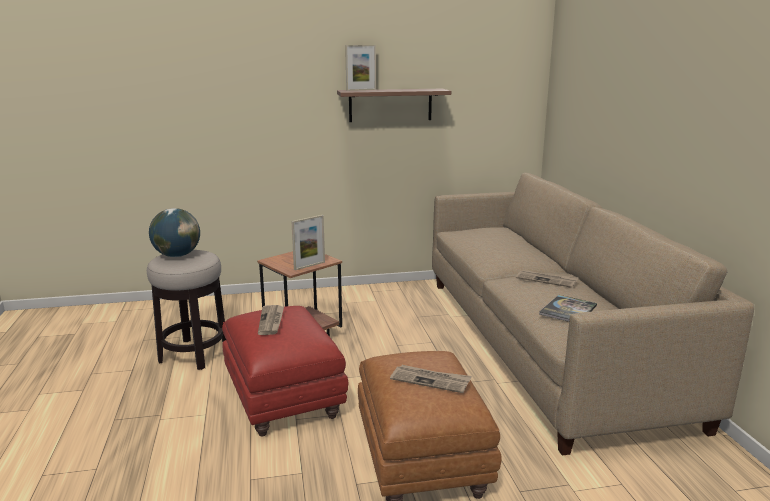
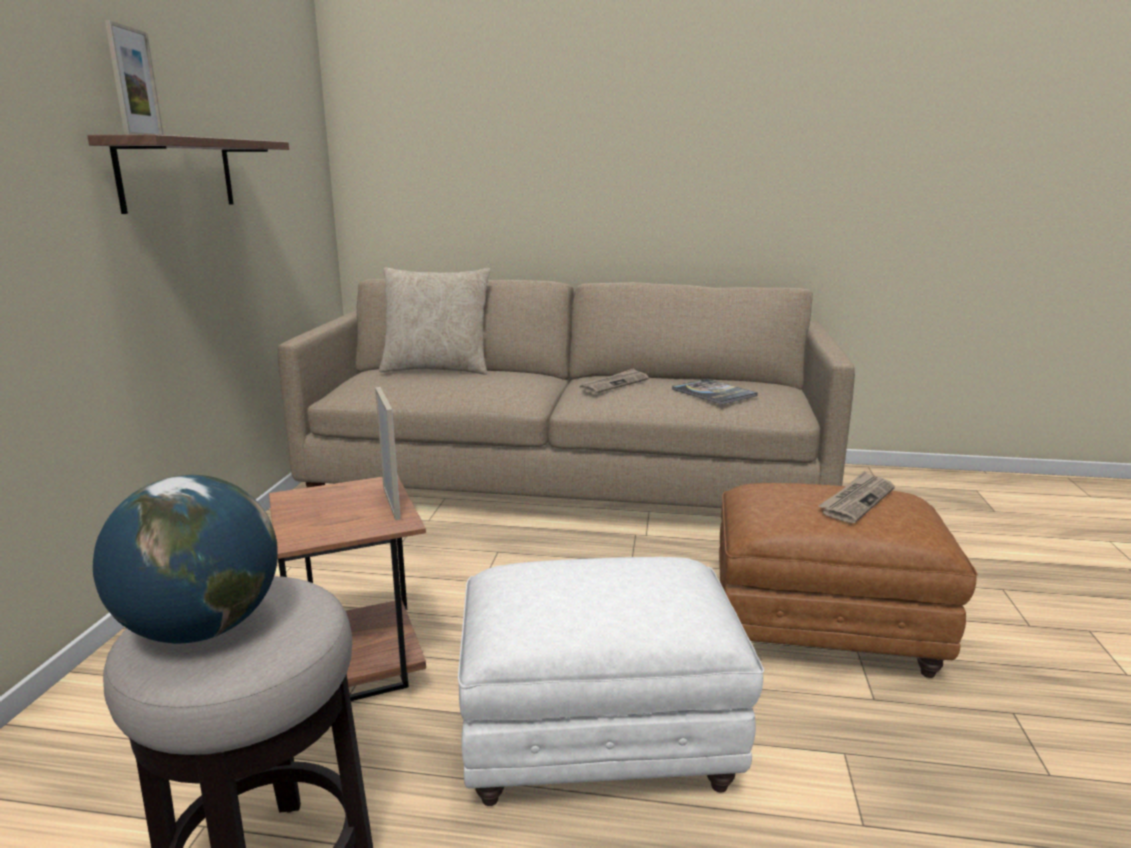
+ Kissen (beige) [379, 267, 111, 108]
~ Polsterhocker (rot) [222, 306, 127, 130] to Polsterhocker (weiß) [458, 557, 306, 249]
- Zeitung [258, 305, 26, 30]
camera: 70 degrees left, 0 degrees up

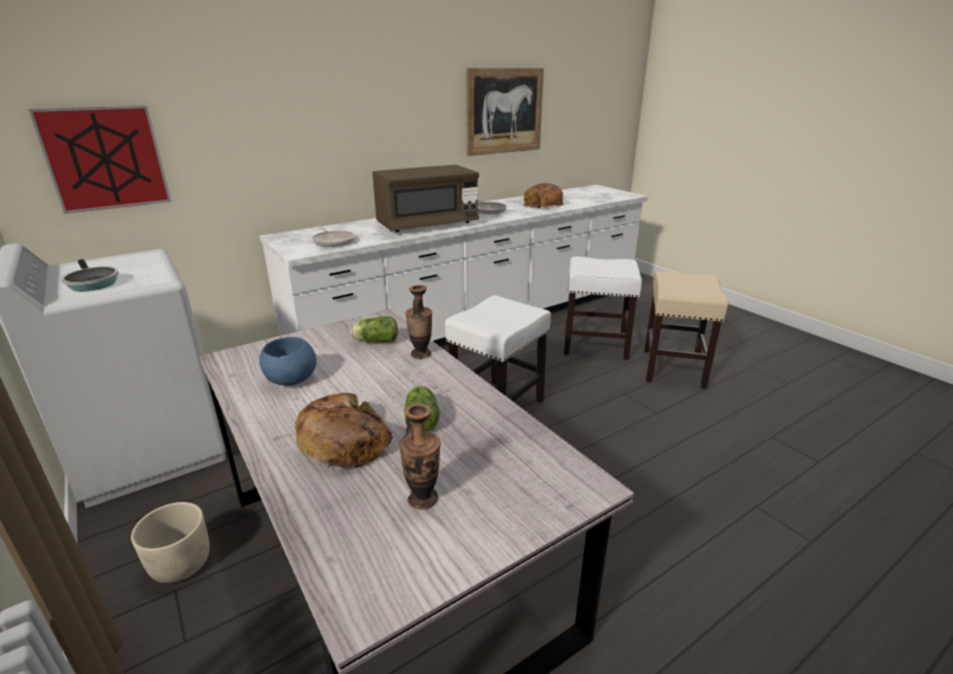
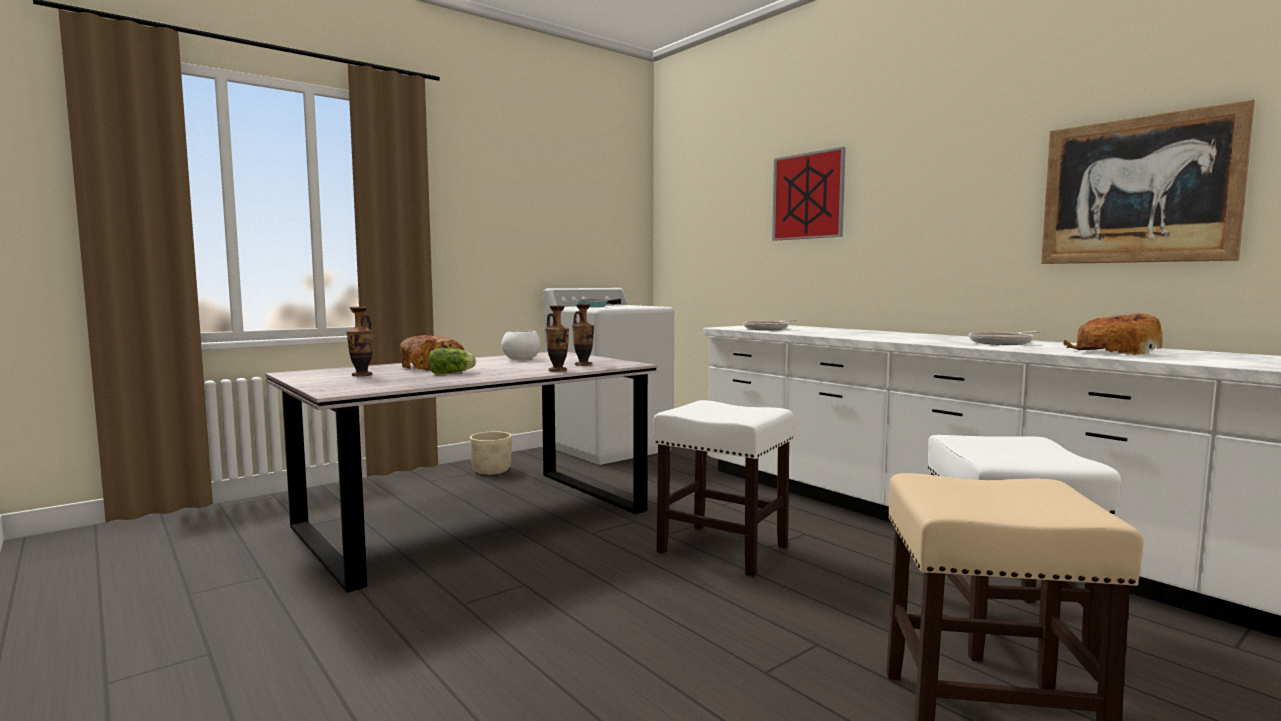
~ Schüssel (blau) [259, 337, 57, 49] to Schüssel (weiß) [501, 331, 40, 29]
~ Salatkopf [350, 317, 48, 26] to Vase [572, 304, 22, 62]
~ Bild [28, 105, 143, 109] to [772, 147, 74, 94]
- Mikrowelle (braun) [372, 165, 107, 67]
camera: 85 degrees right, 20 degrees down

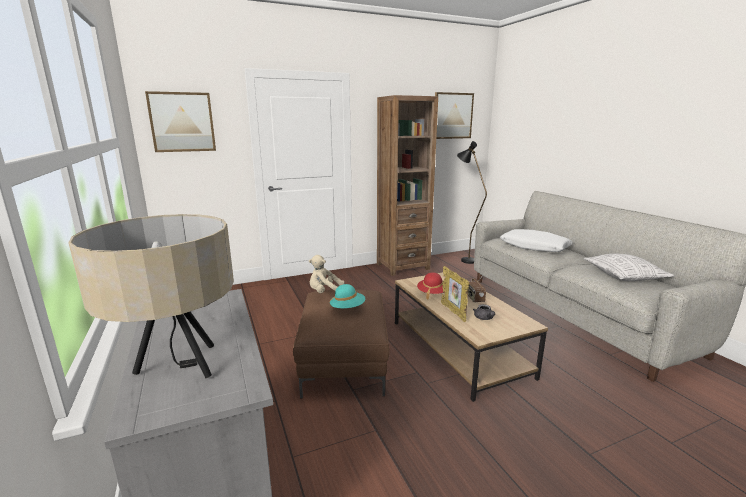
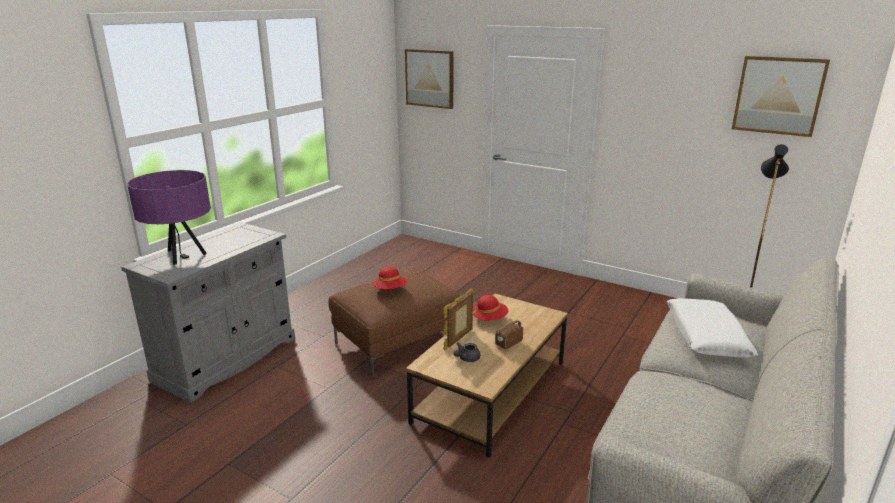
~ Tischlampe (beige) [68, 214, 166, 164] to Tischlampe (lila) [127, 170, 84, 95]
~ Hut (türkis) [330, 284, 35, 24] to Hut (rot) [373, 267, 35, 22]
- Plüschtier (beige) [309, 255, 36, 38]
- Bücherregal (braun) [377, 95, 61, 181]
- Kissen [583, 254, 92, 27]
camera: 55 degrees right, 5 degrees up

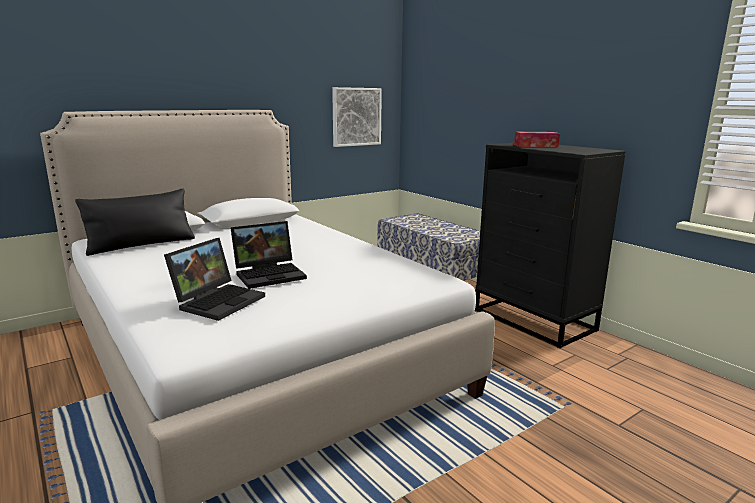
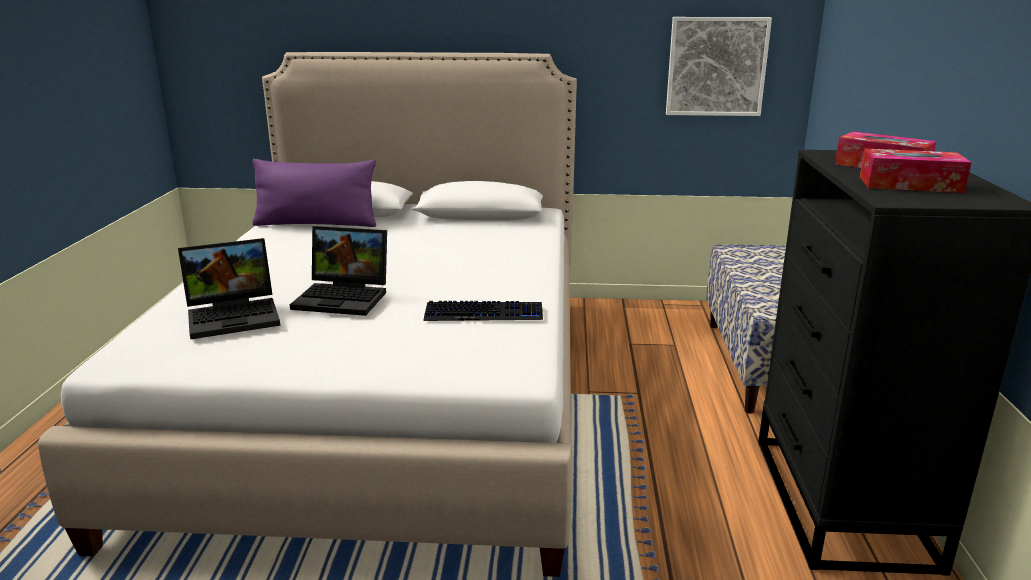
~ Kissen (schwarz) [75, 188, 120, 68] to Kissen (lila) [252, 159, 124, 68]
+ Tastatur [424, 301, 119, 20]
+ Taschentuchbox [860, 148, 112, 45]
camera: 40 degrees right, 5 degrees up

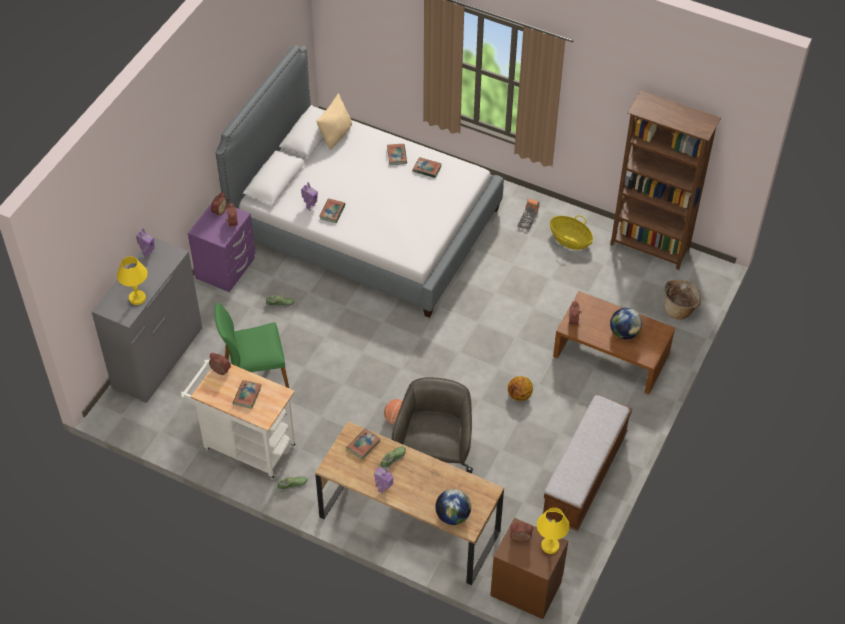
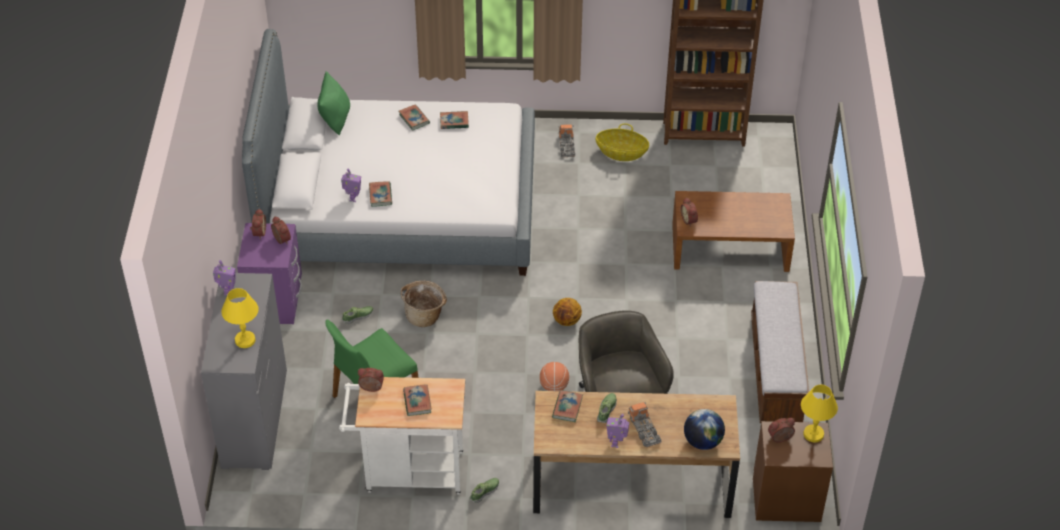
~ Kissen (beige) [316, 93, 36, 57] to Kissen (grün) [318, 71, 32, 64]
~ Korb [664, 280, 37, 40] to [401, 281, 46, 46]
~ Basketball [508, 376, 25, 25] to [553, 298, 29, 28]
+ Spielzeuglaster [628, 402, 34, 45]
- Globus [610, 308, 32, 32]
camera: 25 degrees left, 5 degrees down

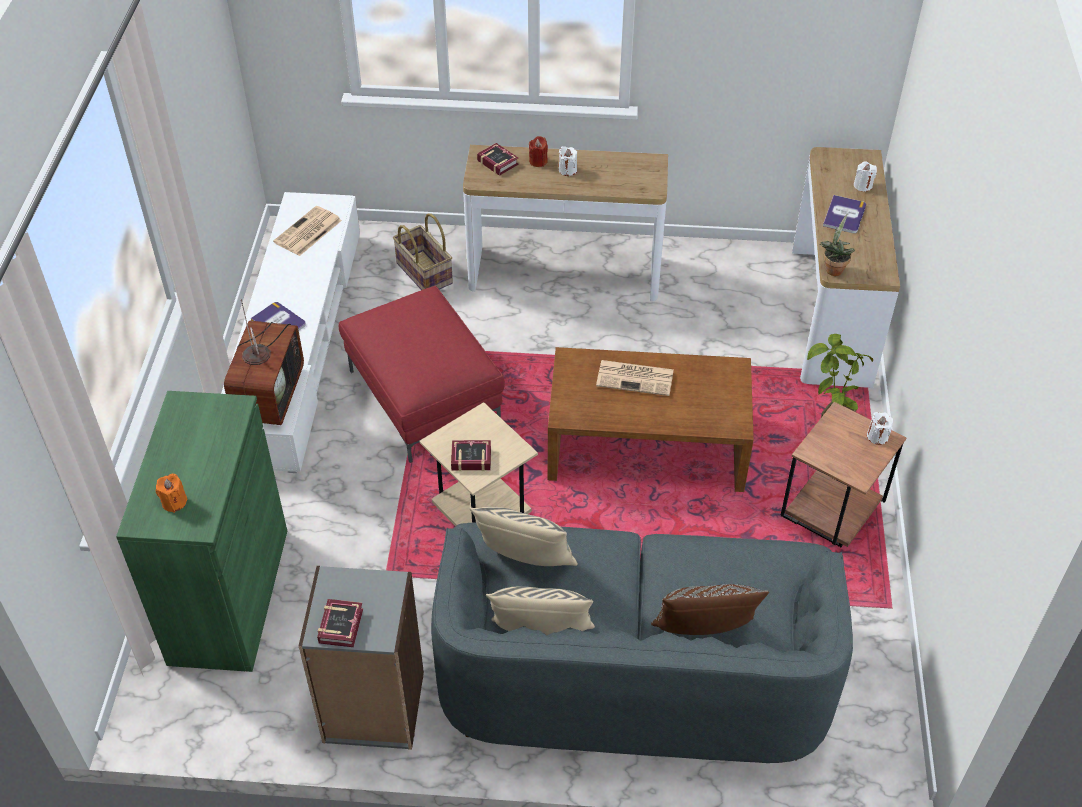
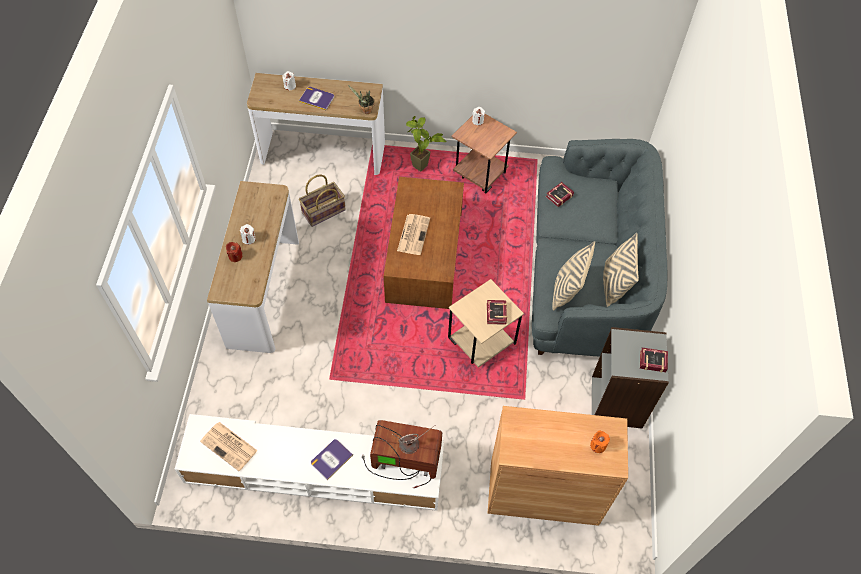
~ Korb [393, 213, 60, 77] to [299, 175, 47, 52]
~ Schrank (grün) [116, 391, 171, 281] to Schrank (braun) [488, 406, 140, 120]
~ Buch [477, 143, 41, 33] to [546, 182, 28, 25]
- Polsterhocker (rot) [339, 286, 166, 177]
- Kissen (braun) [651, 584, 118, 51]
camera: 90 degrees left, 10 degrees up

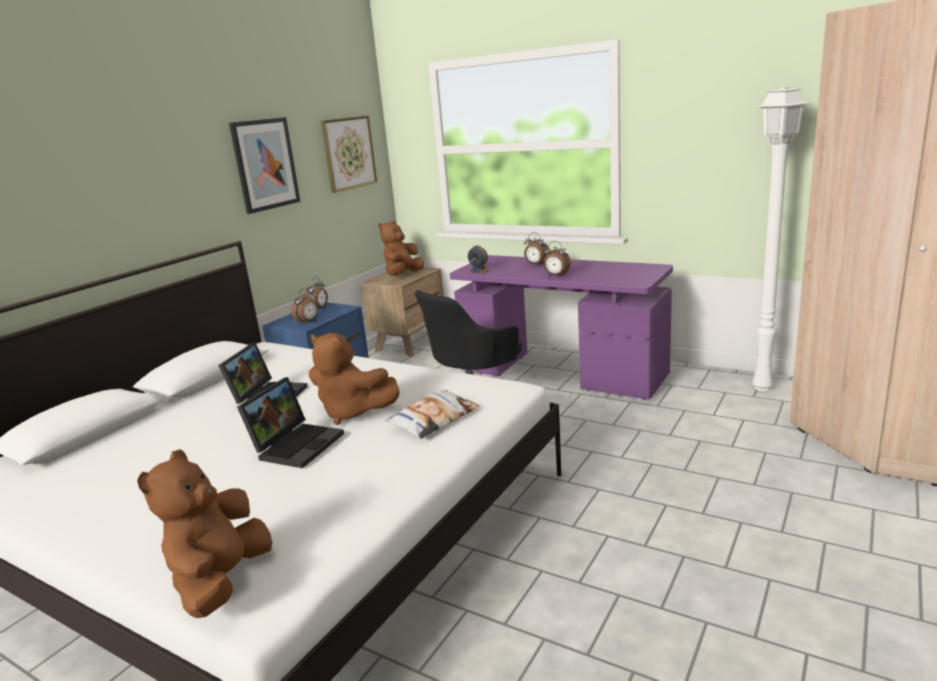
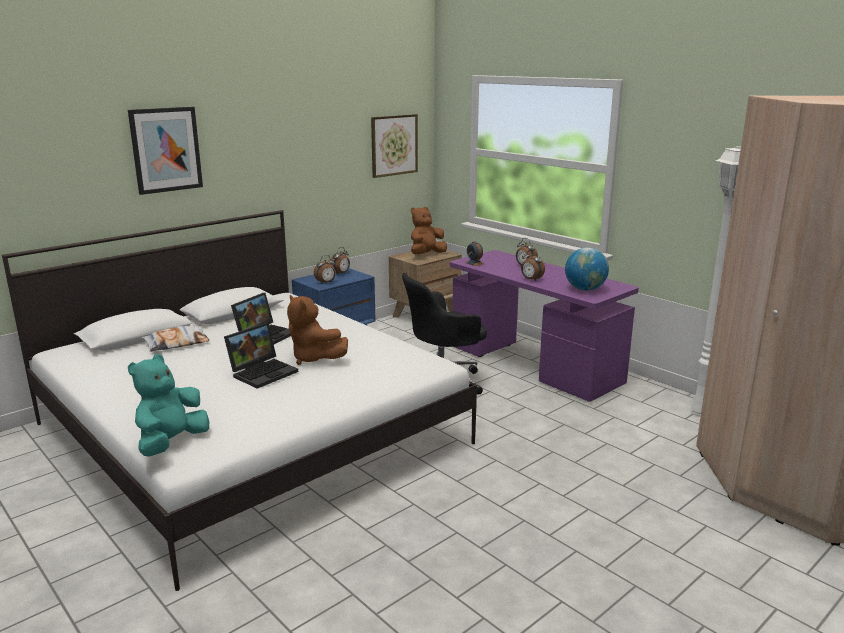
~ Bild [229, 117, 71, 97] to [128, 107, 75, 88]
~ Plüschtier (braun) [137, 449, 135, 169] to Plüschtier (türkis) [128, 354, 81, 103]
~ Kissen [386, 390, 93, 49] to [142, 326, 68, 26]
+ Globus [565, 248, 44, 43]
camera: 15 degrees right, 0 degrees up

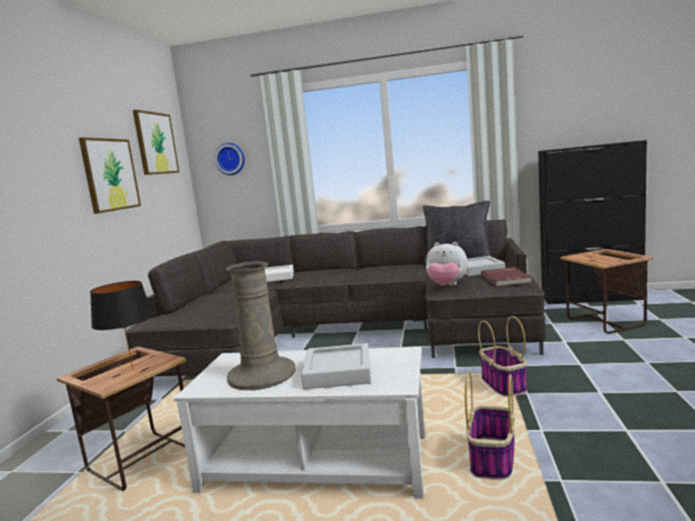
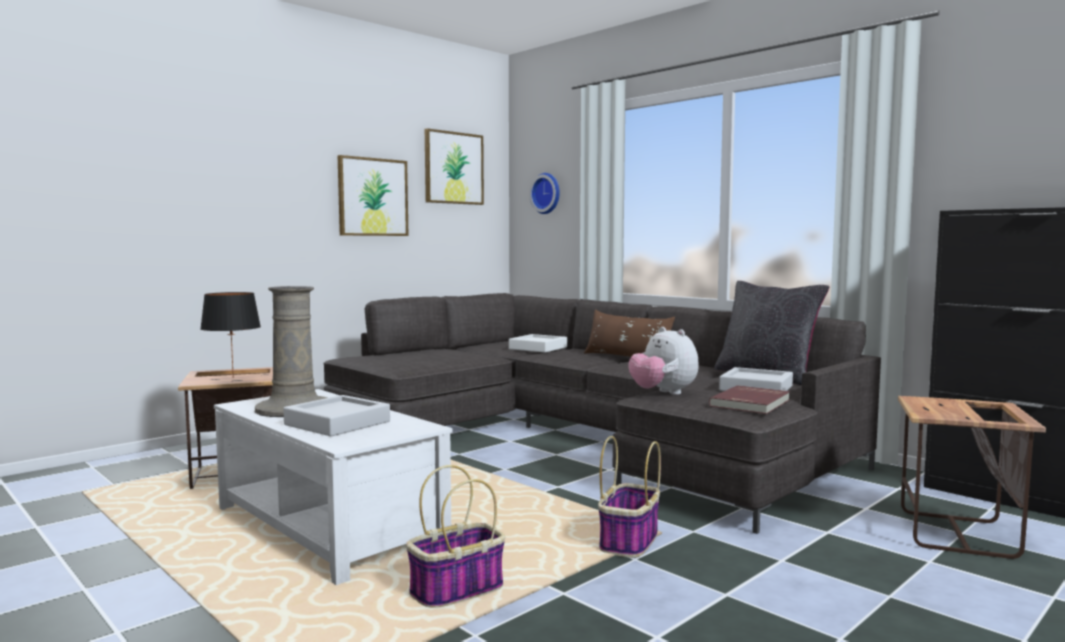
+ Kissen (braun) [584, 309, 91, 48]
camera: 35 degrees right, 5 degrees down

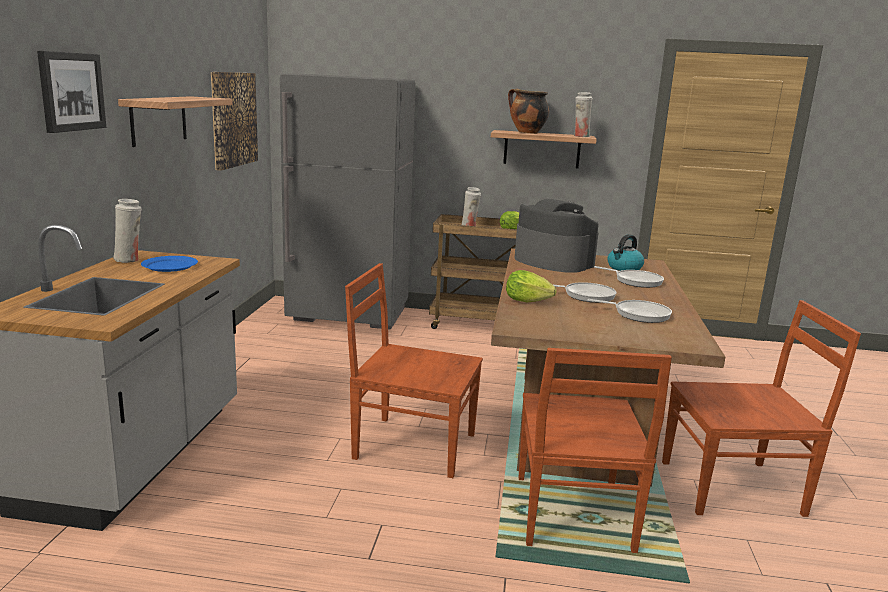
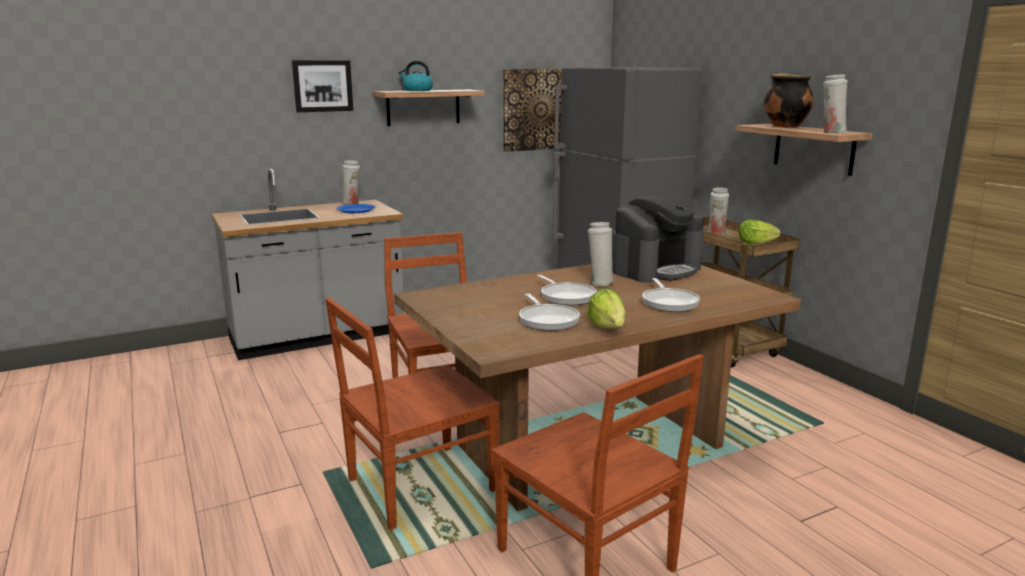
~ Wasserkessel [607, 234, 37, 37] to [398, 61, 35, 30]
~ Salatkopf [506, 270, 51, 32] to [587, 289, 39, 40]
+ Vase (weiß) [588, 222, 27, 64]
~ Kaffeemaschine [515, 199, 84, 74] = [612, 195, 92, 88] 45 degrees clockwise
camera: 55 degrees right, 0 degrees up

